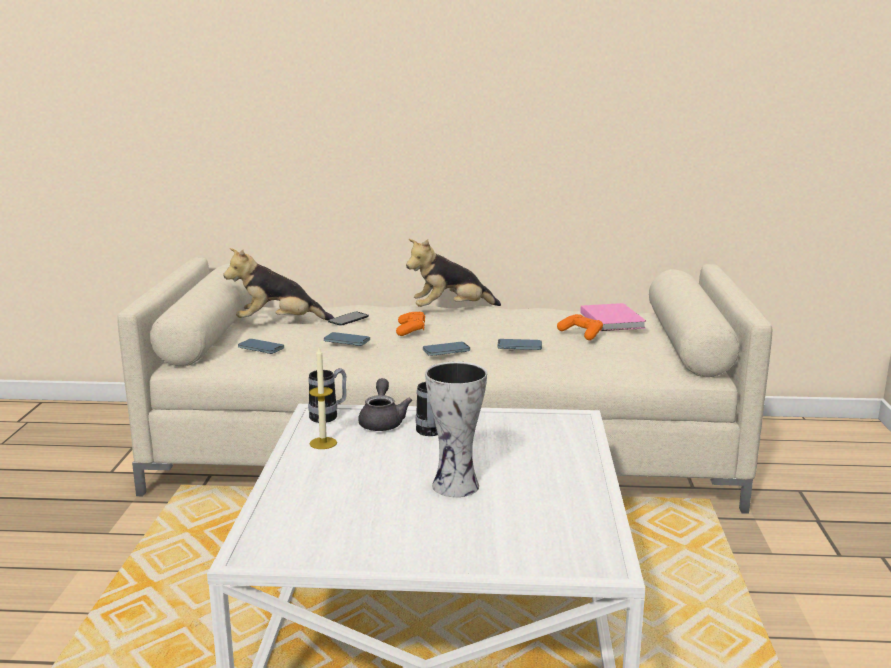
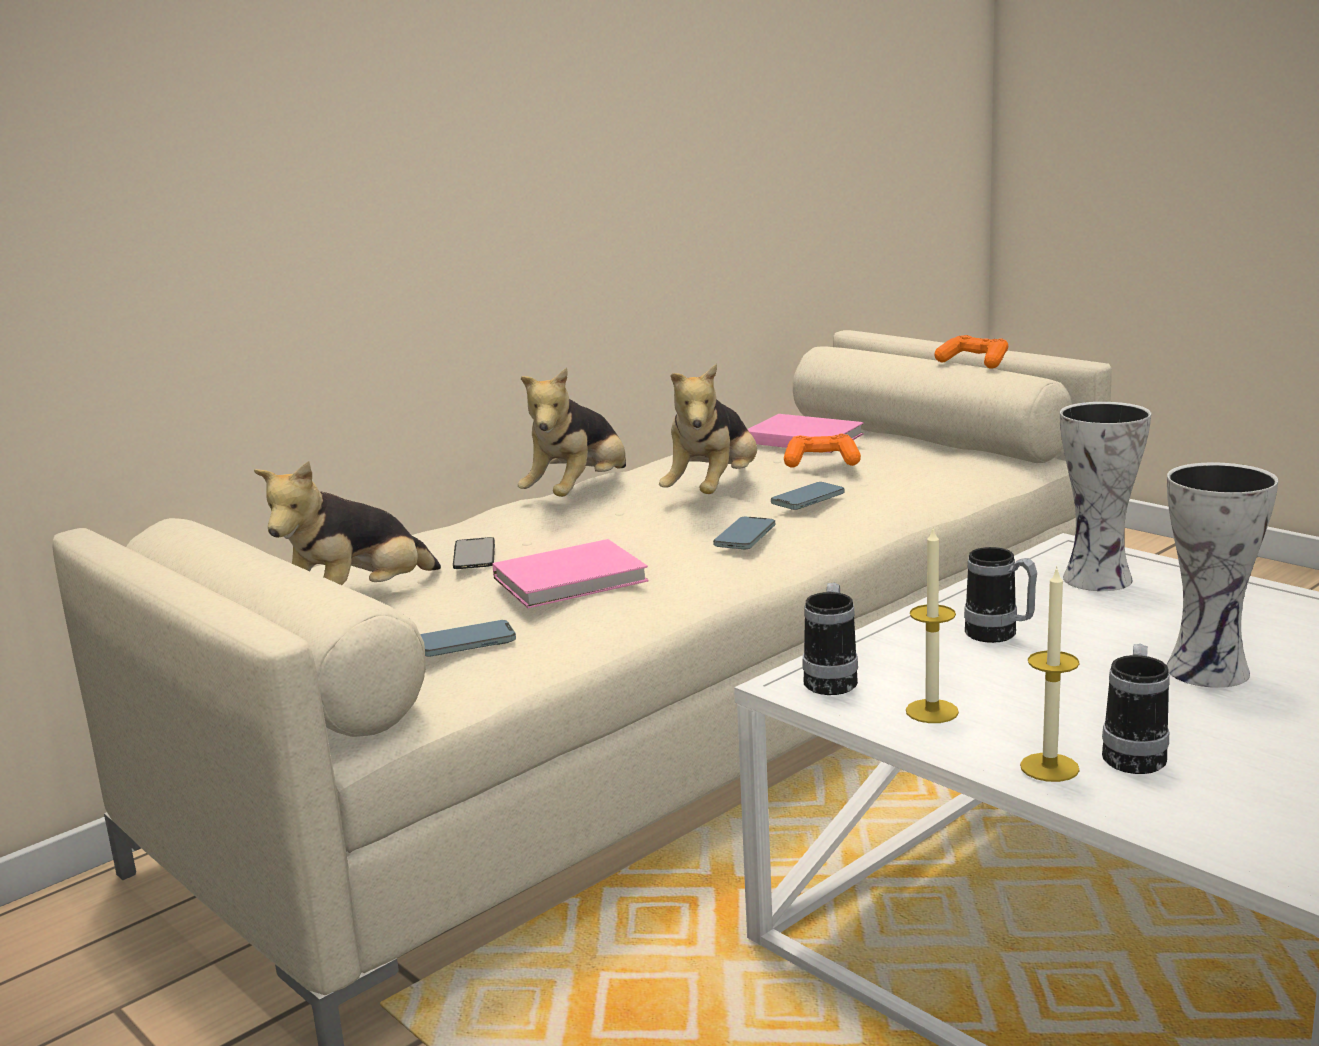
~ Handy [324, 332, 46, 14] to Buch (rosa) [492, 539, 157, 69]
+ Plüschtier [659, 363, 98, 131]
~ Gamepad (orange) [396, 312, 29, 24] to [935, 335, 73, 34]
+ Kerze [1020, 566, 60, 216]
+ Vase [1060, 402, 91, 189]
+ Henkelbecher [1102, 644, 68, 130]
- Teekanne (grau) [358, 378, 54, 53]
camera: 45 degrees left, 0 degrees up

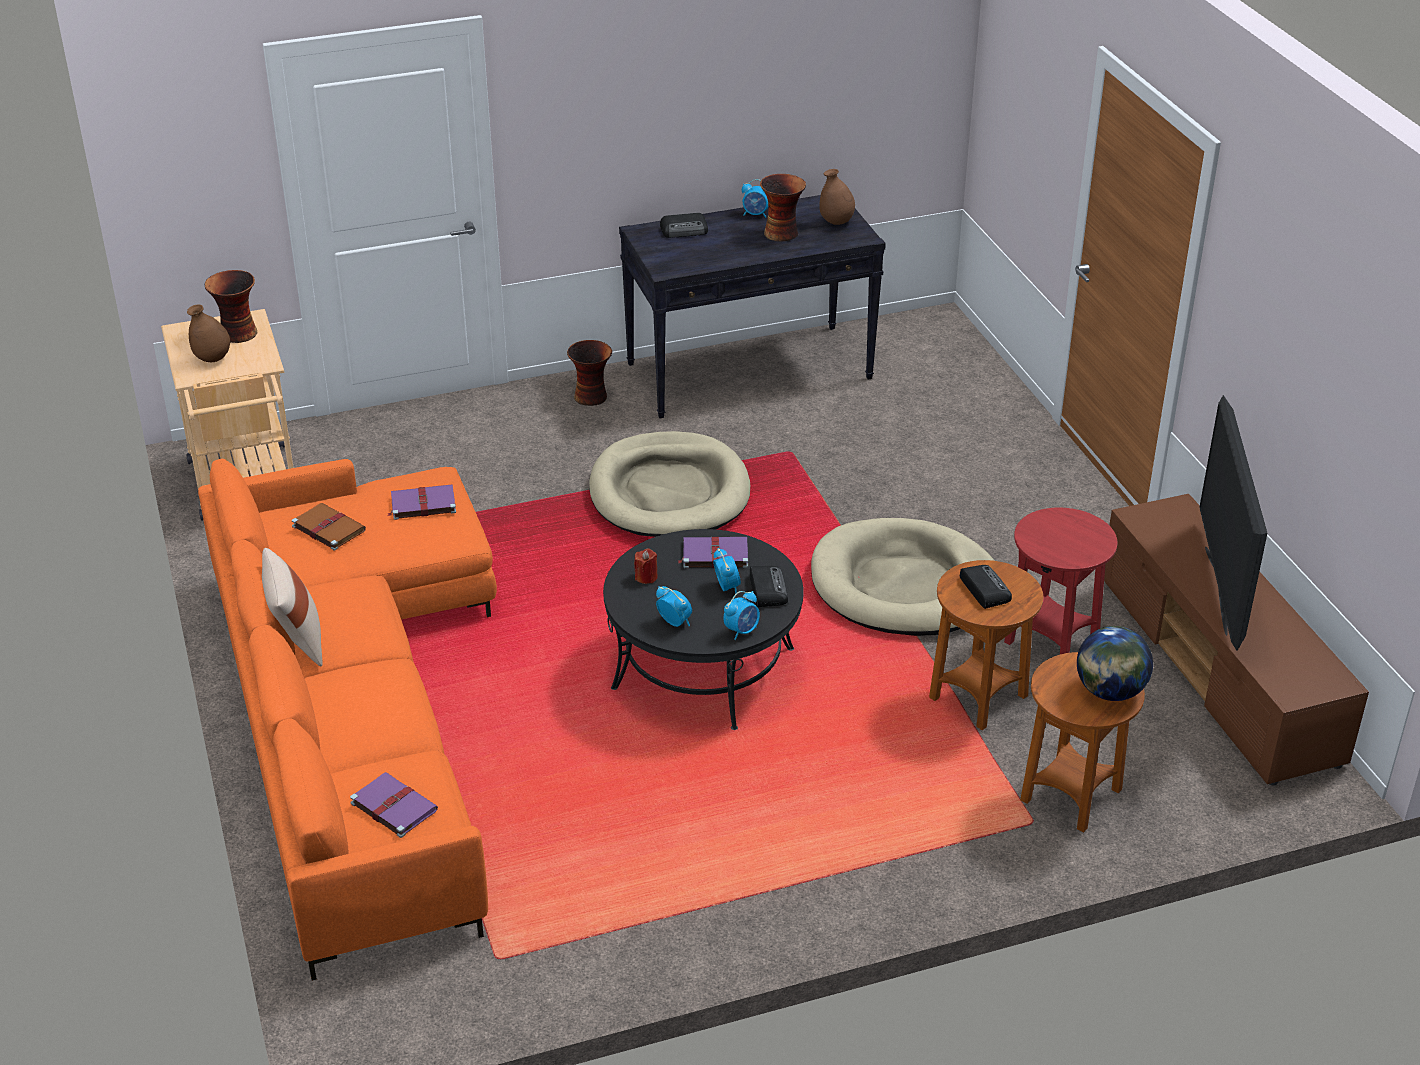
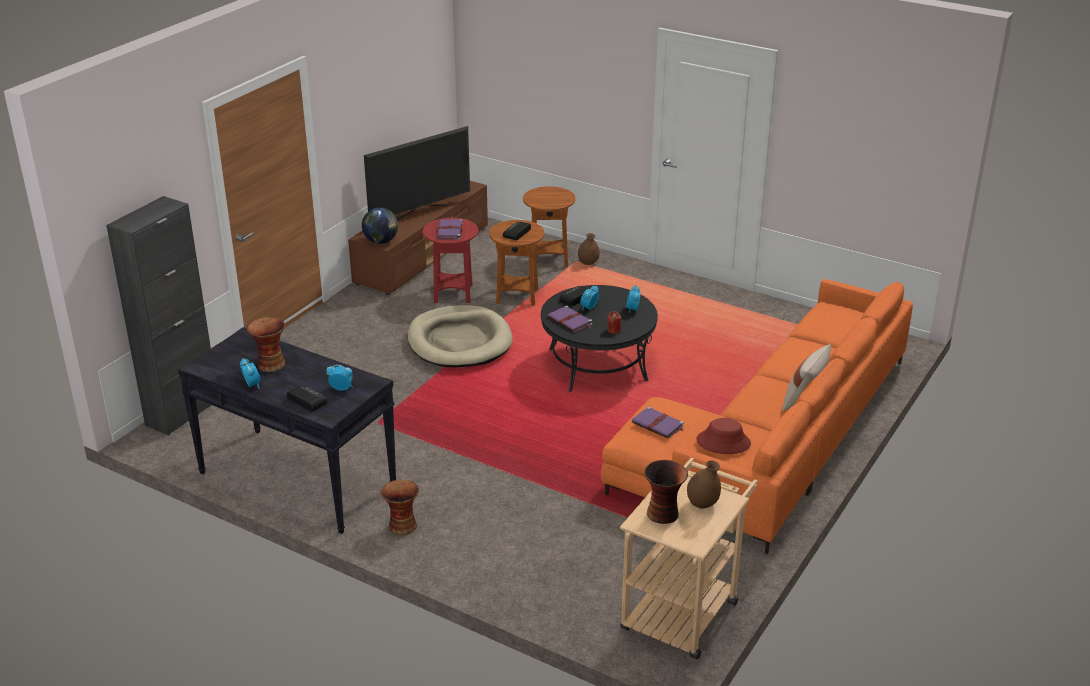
+ Schrank (schwarz) [106, 196, 105, 239]
~ Wecker [723, 591, 37, 49] to [326, 365, 27, 26]
~ Globus [1077, 626, 76, 75] to [362, 208, 36, 36]
~ Buch (lila) [350, 772, 88, 66] to [437, 219, 26, 22]
~ Vase (braun) [820, 169, 35, 56] to [578, 233, 22, 32]
~ Buch (braun) [292, 503, 74, 47] to Hut (rot) [696, 418, 55, 36]
- Hundebett (beige) [589, 431, 161, 106]
camera: 130 degrees left, 5 degrees down

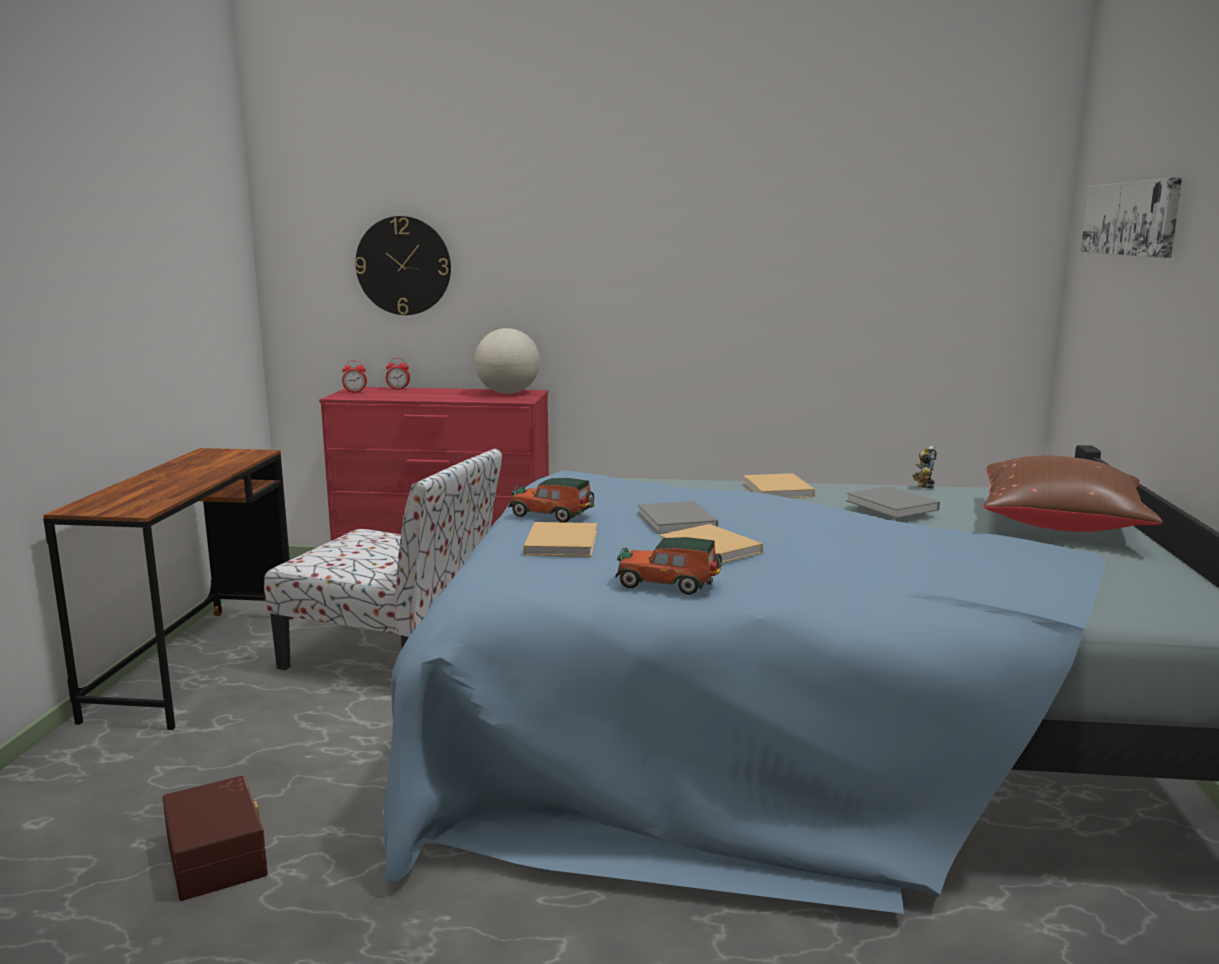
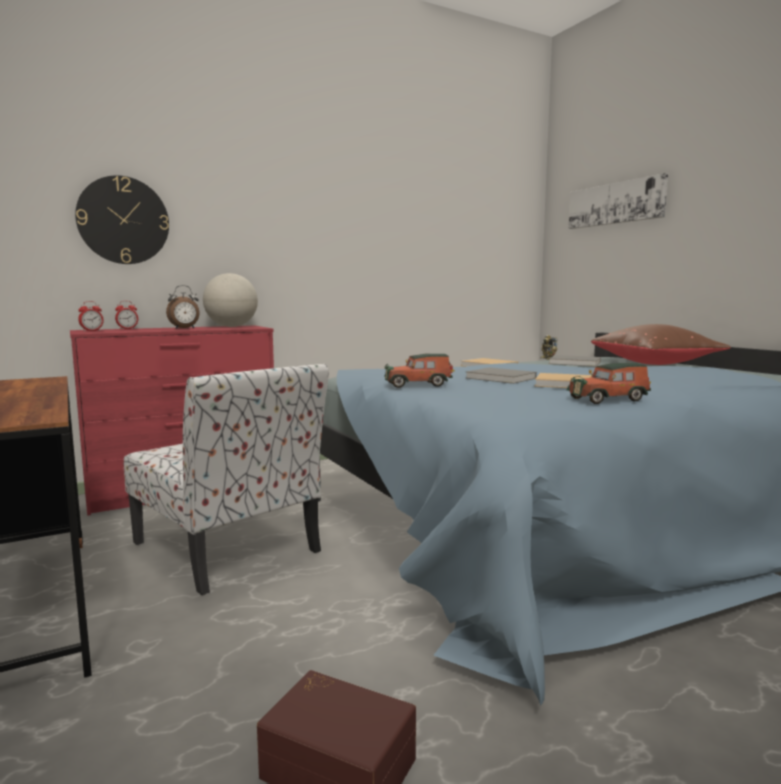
~ Stuhl [264, 449, 238, 221] = [123, 364, 206, 231] 60 degrees clockwise
+ Wecker [166, 285, 34, 44]
- Buch (beige) [524, 522, 73, 35]
camera: 35 degrees left, 5 degrees down

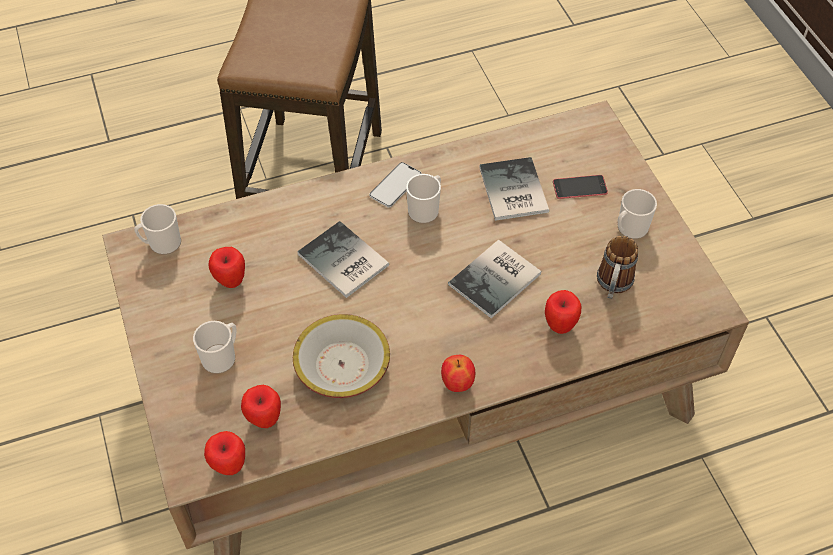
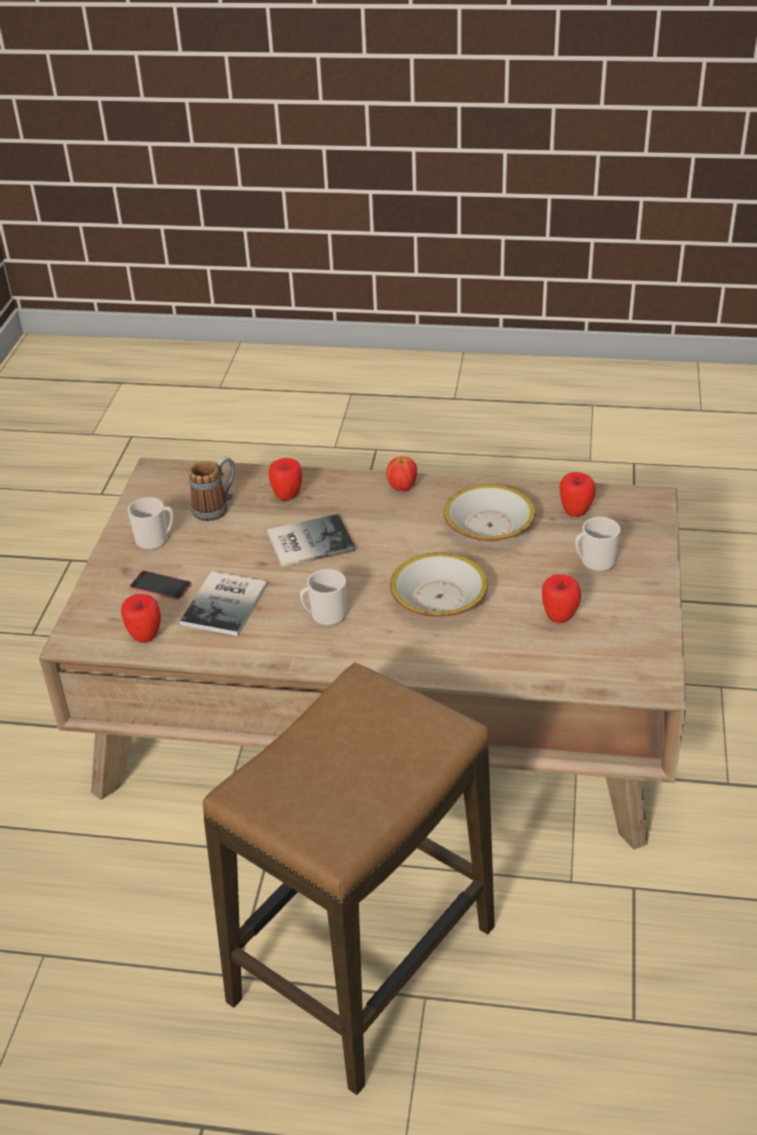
~ Apfel [204, 431, 41, 44] to [121, 594, 40, 49]
~ Buch [297, 221, 92, 77] to Schüssel [390, 552, 98, 65]
- Henkelbecher [134, 204, 47, 51]
- Handy [369, 162, 53, 46]
camera: 150 degrees left, 15 degrees down

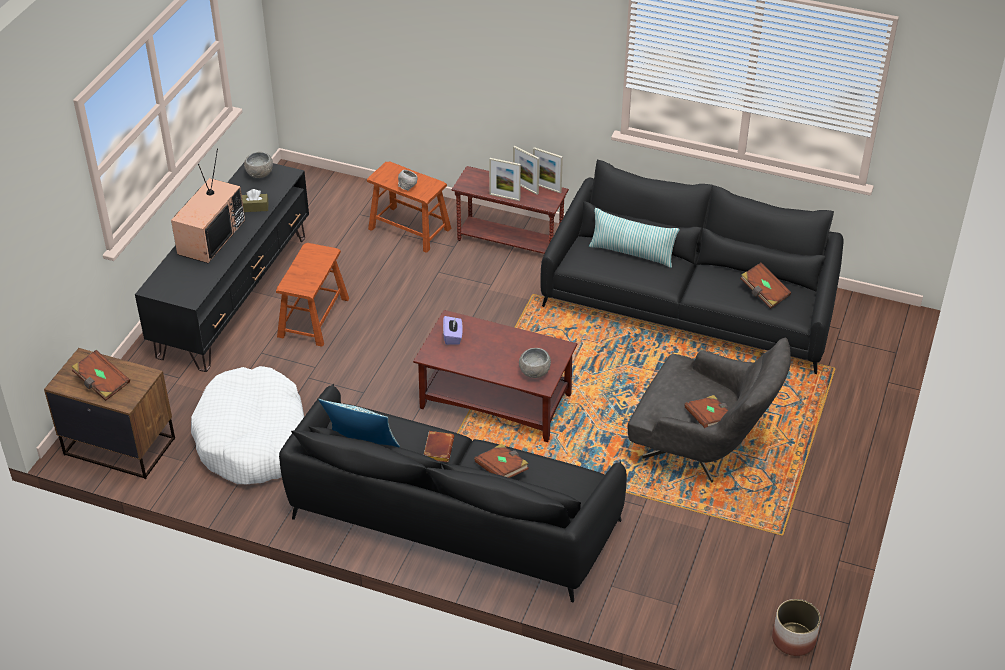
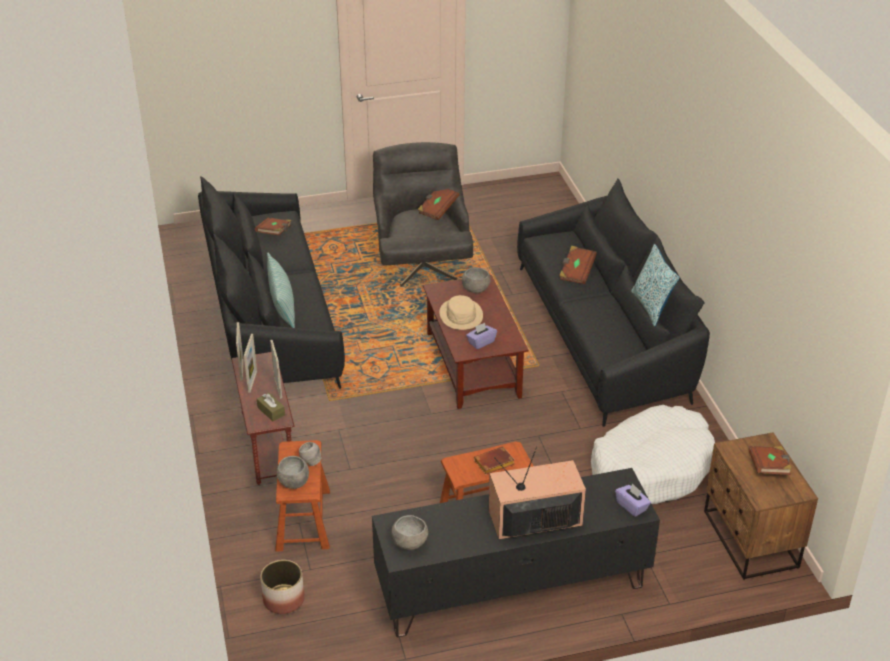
~ Taschentuchbox (braun) [242, 189, 27, 23] to [257, 393, 28, 28]
~ Pflanzkübel [772, 599, 49, 57] to [260, 560, 45, 54]
+ Schüssel (grau) [276, 456, 33, 33]
+ Hut (beige) [439, 295, 44, 35]
~ Buch (braun) [424, 431, 30, 31] to [474, 446, 40, 28]
+ Taschentuchbox (lila) [615, 483, 36, 34]
camera: 125 degrees left, 5 degrees down

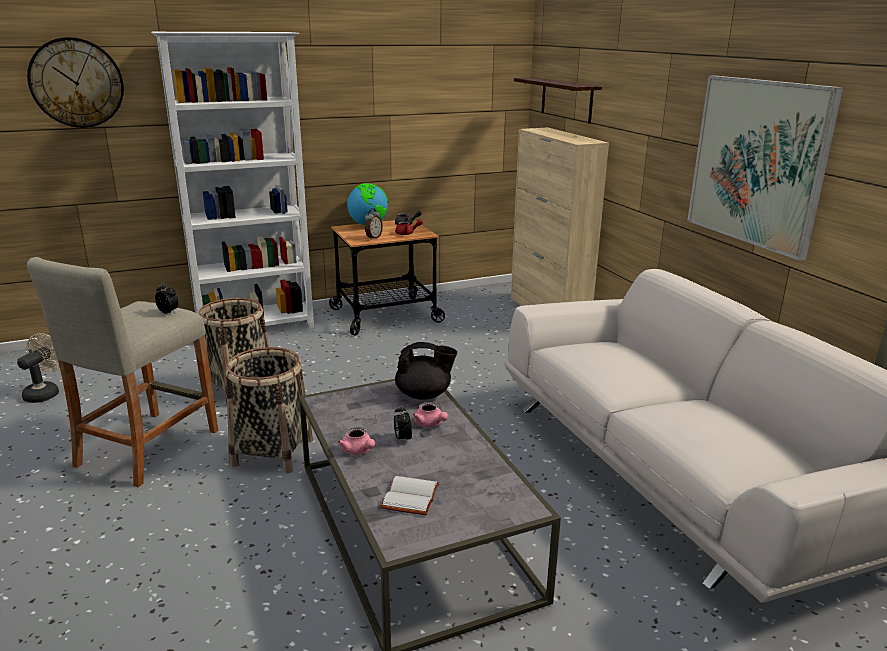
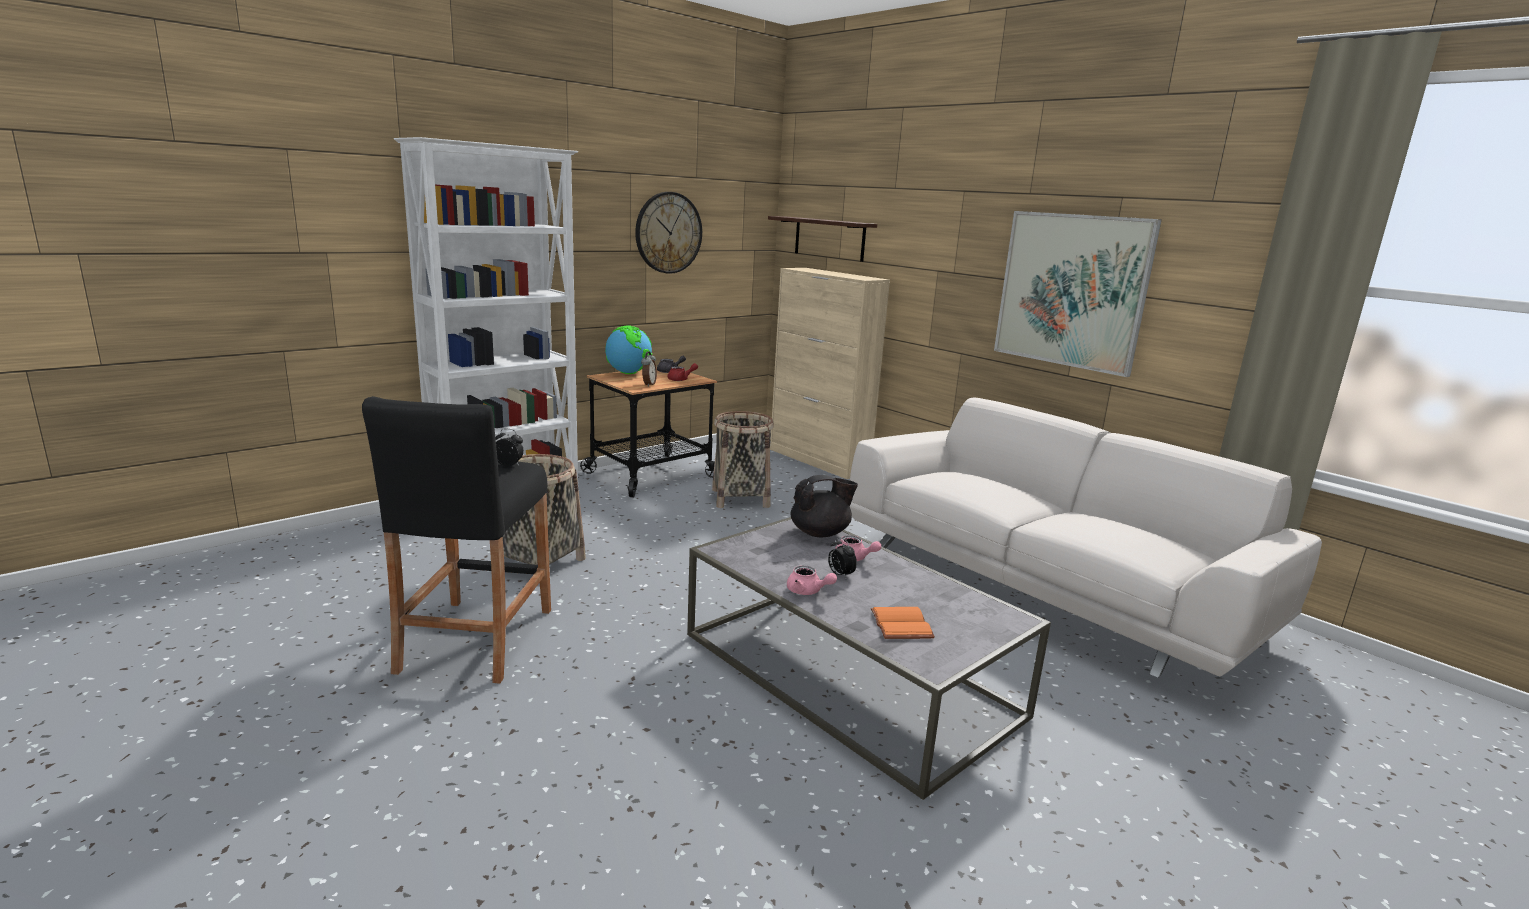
~ Hocker (beige) [27, 257, 191, 230] to Hocker (schwarz) [362, 396, 189, 288]
~ Wanduhr [27, 37, 97, 91] to [635, 192, 67, 82]
~ Korb [226, 347, 87, 126] to [712, 411, 62, 97]
~ Buch (weiß) [380, 476, 59, 39] to Buch (orange) [871, 607, 64, 32]
- Ventilator (beige) [17, 333, 43, 70]
camera: 20 degrees left, 5 degrees down

